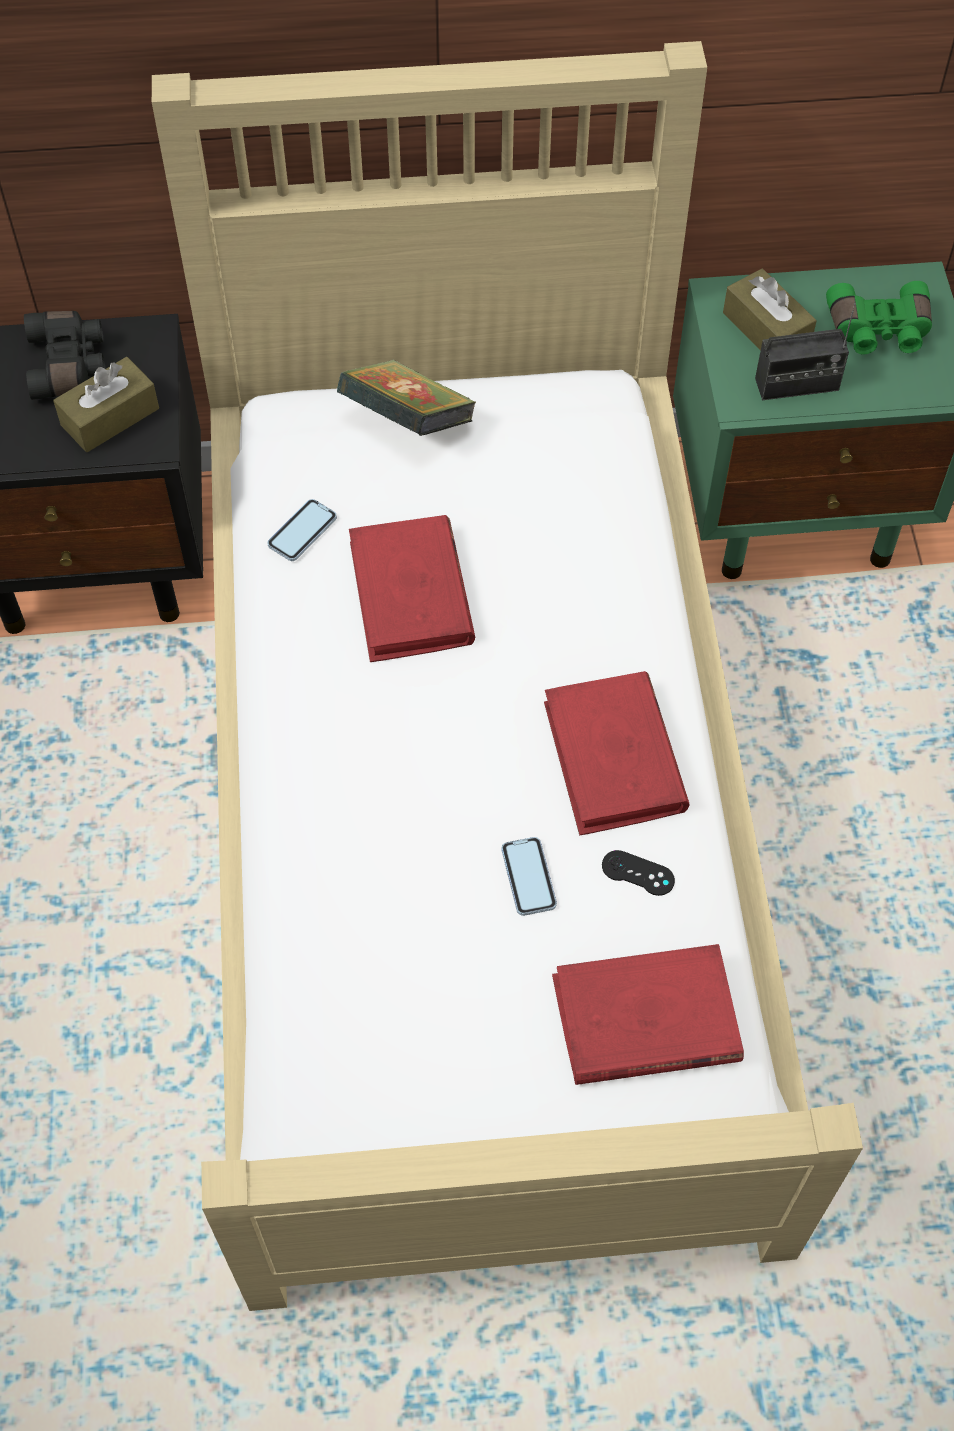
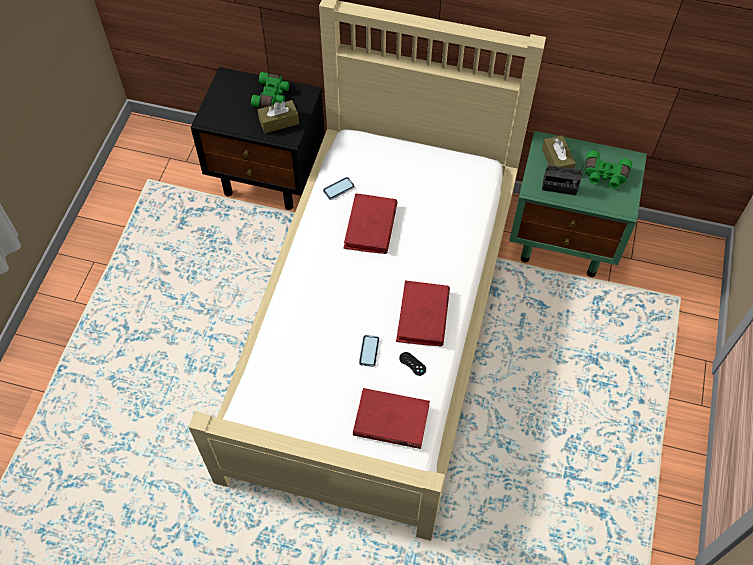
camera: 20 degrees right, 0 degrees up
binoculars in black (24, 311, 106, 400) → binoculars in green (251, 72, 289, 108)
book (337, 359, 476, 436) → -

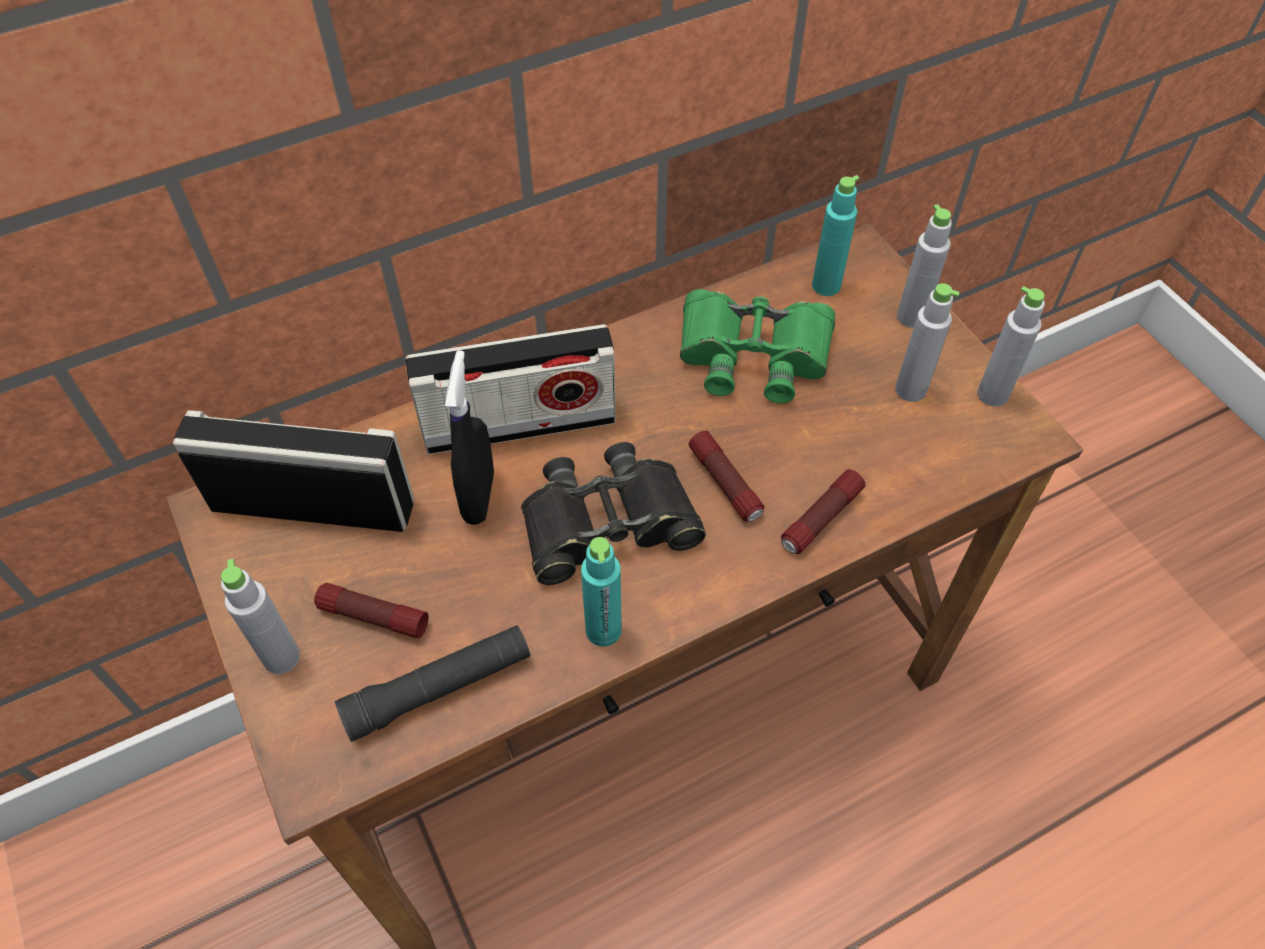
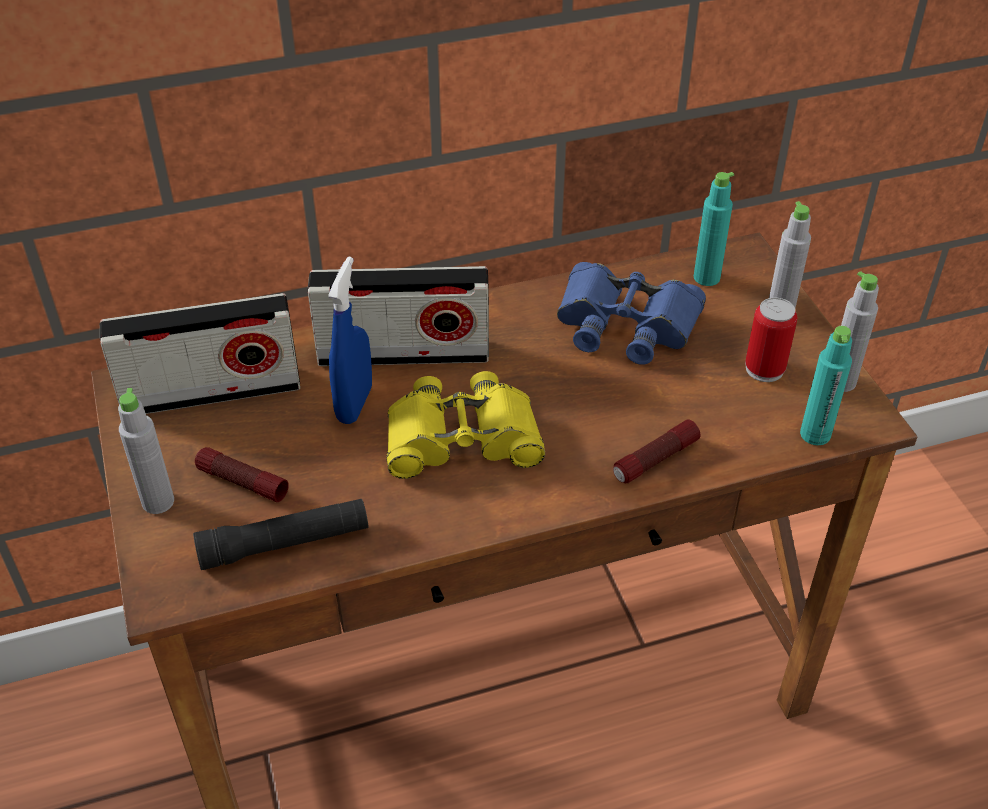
camera: 10 degrees right, 10 degrees down
radio (173, 410, 414, 532) → radio (100, 293, 300, 414), 150 degrees clockwise
spray bottle in black (445, 350, 494, 525) → spray bottle in blue (328, 257, 372, 424)
binoculars in black (521, 442, 706, 585) → binoculars in yellow (387, 371, 545, 479)
binoculars in green (680, 289, 835, 403) → binoculars in blue (557, 262, 706, 365)
bottle in grey (895, 283, 959, 402) → can (745, 297, 797, 382)
bottle in turquoise (581, 537, 622, 646) → bottle in turquoise (800, 326, 852, 445), move
flashlight (688, 431, 764, 522) → -

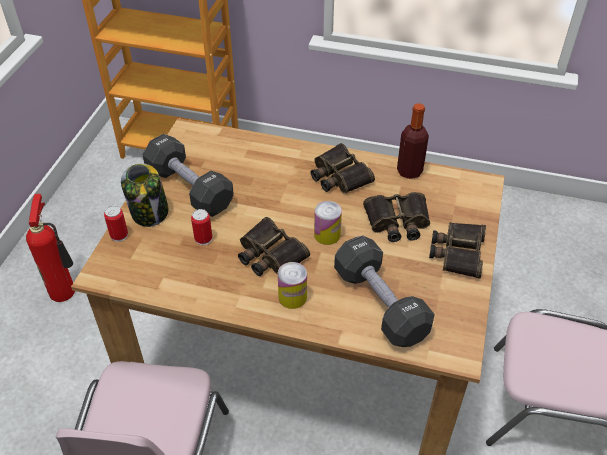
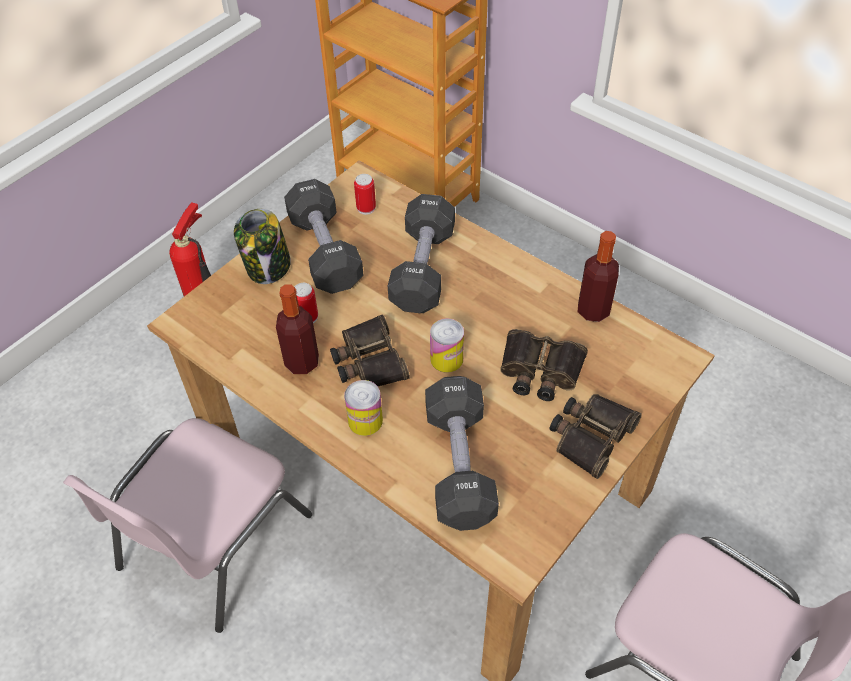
camera: 25 degrees right, 5 degrees up
- → bottle (276, 284, 319, 374)
can (104, 206, 128, 242) → can (354, 174, 376, 215), move
- → dumbbell in black (388, 194, 455, 313)
binoculars (311, 143, 375, 194) → -

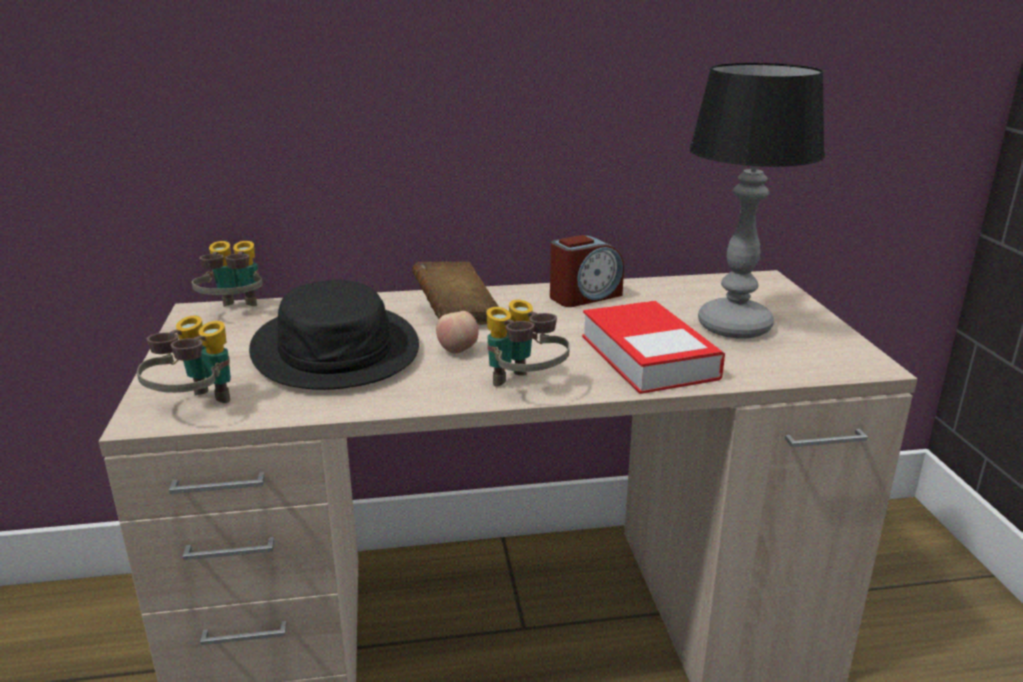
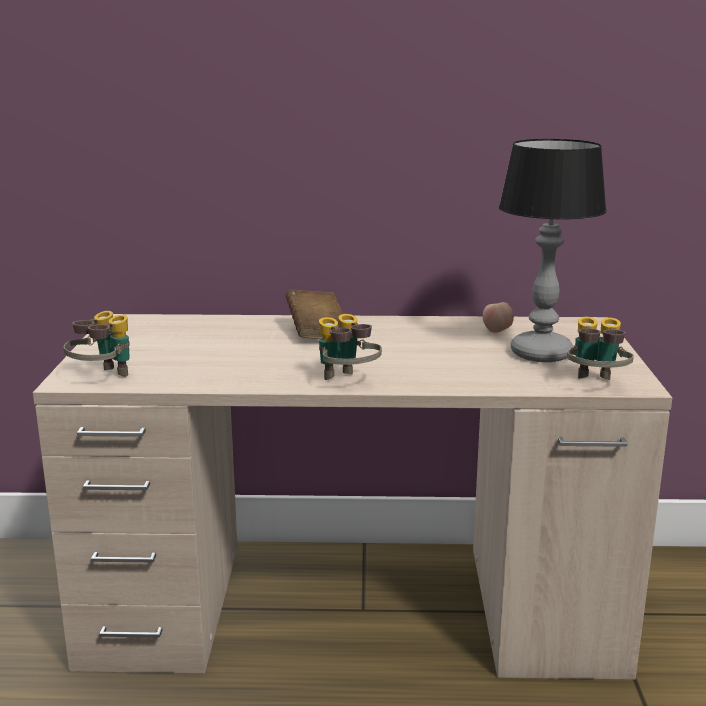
camera: 10 degrees right, 5 degrees down
apple (436, 311, 479, 354) → apple (483, 302, 514, 333), move
binoculars (192, 241, 262, 307) → binoculars (567, 317, 634, 380), move
hat in black (249, 280, 419, 390) → -
alarm clock (550, 235, 624, 307) → -
book (582, 301, 725, 394) → -

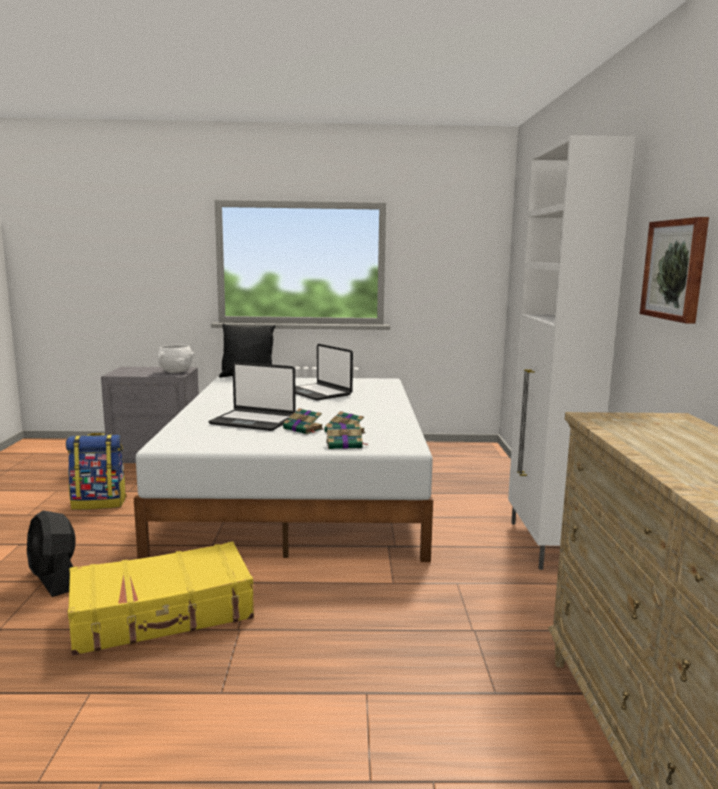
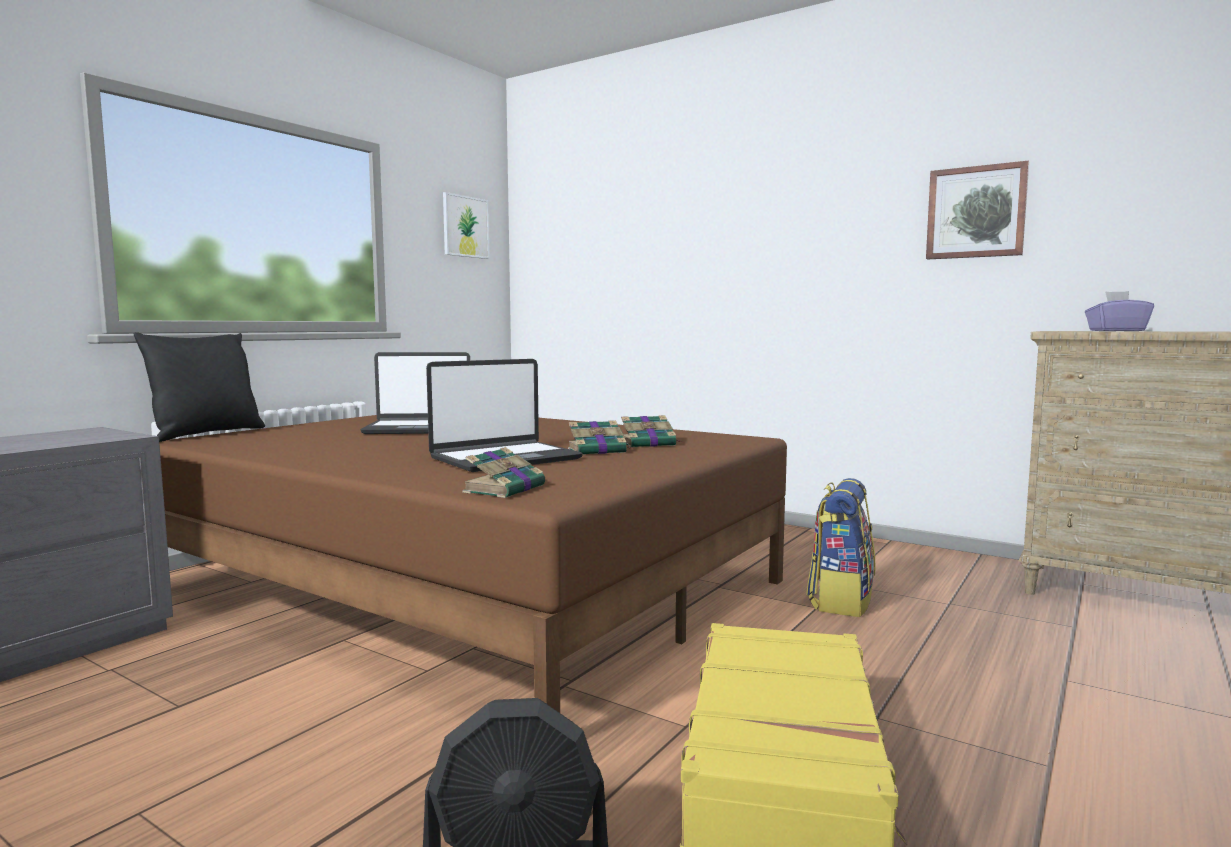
camera: 55 degrees left, 5 degrees down
bed in white (134, 377, 433, 562) → bed in brown (159, 415, 787, 713)
- → picture (443, 192, 490, 259)
book (326, 423, 367, 449) → book (462, 447, 545, 498), move
backpack (66, 433, 127, 510) → backpack (806, 478, 875, 617), move
- → tissue box in purple (1085, 291, 1154, 331)
bowl in white (157, 345, 195, 373) → -
cabinet in white (508, 135, 635, 570) → -

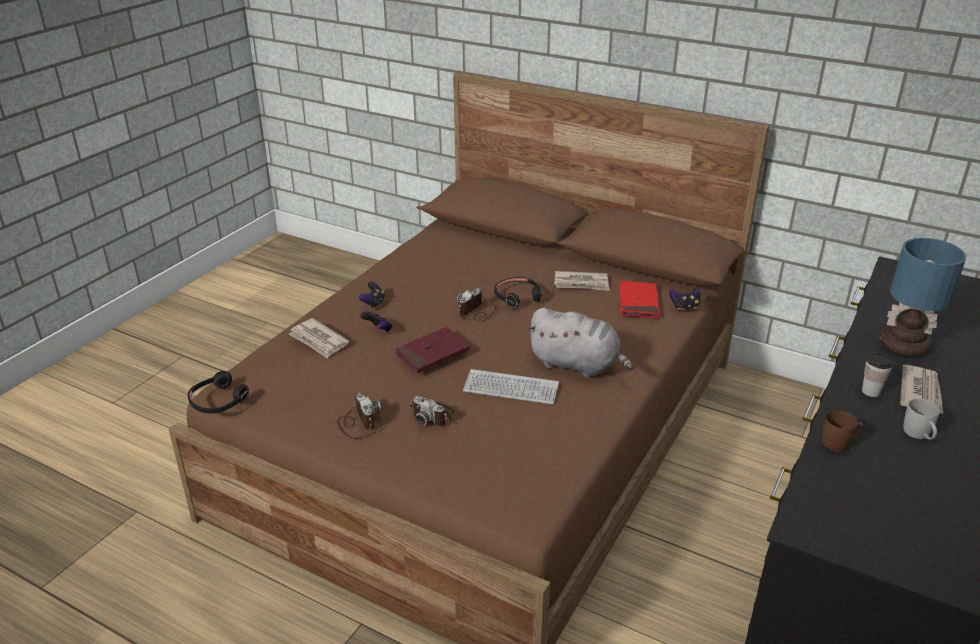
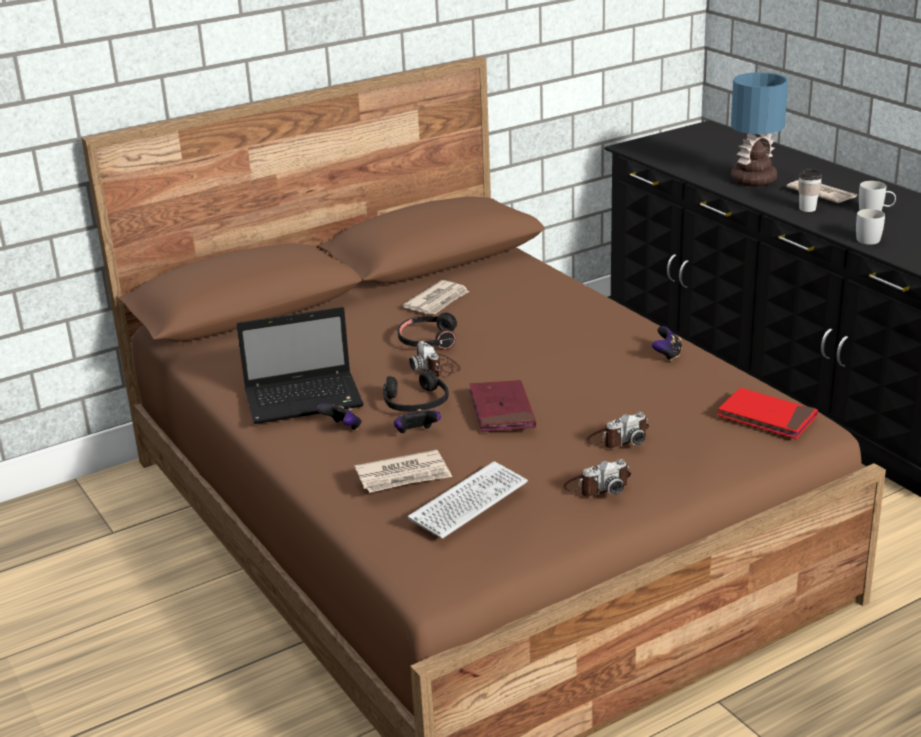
camera: 60 degrees left, 5 degrees down
- → laptop (236, 307, 364, 424)
headphones in black (188, 371, 249, 414) → headphones in black (383, 369, 449, 412), move
keyboard (463, 369, 559, 404) → keyboard (408, 461, 528, 538), move
photo camera (337, 393, 382, 439) → photo camera (563, 459, 631, 497), 150 degrees clockwise
game controller (669, 287, 701, 311) → game controller (652, 326, 682, 362), move
book in red (619, 281, 660, 318) → book in red (717, 388, 818, 439), move
mug in brown (822, 410, 865, 452) → mug in white (856, 209, 885, 245)
plush toy in grey (527, 308, 633, 378) → -

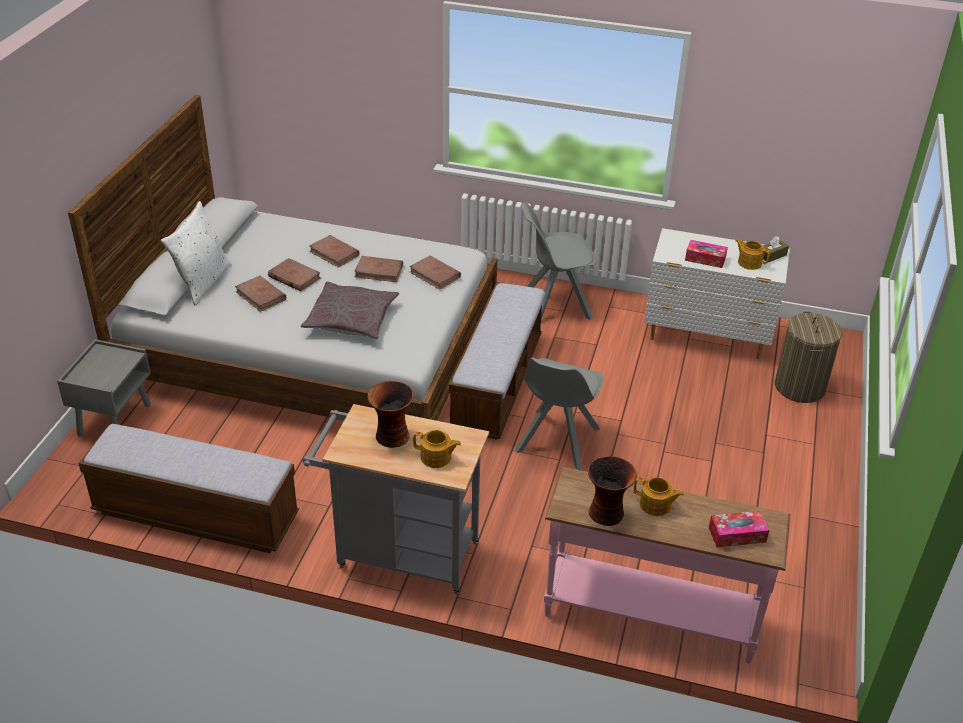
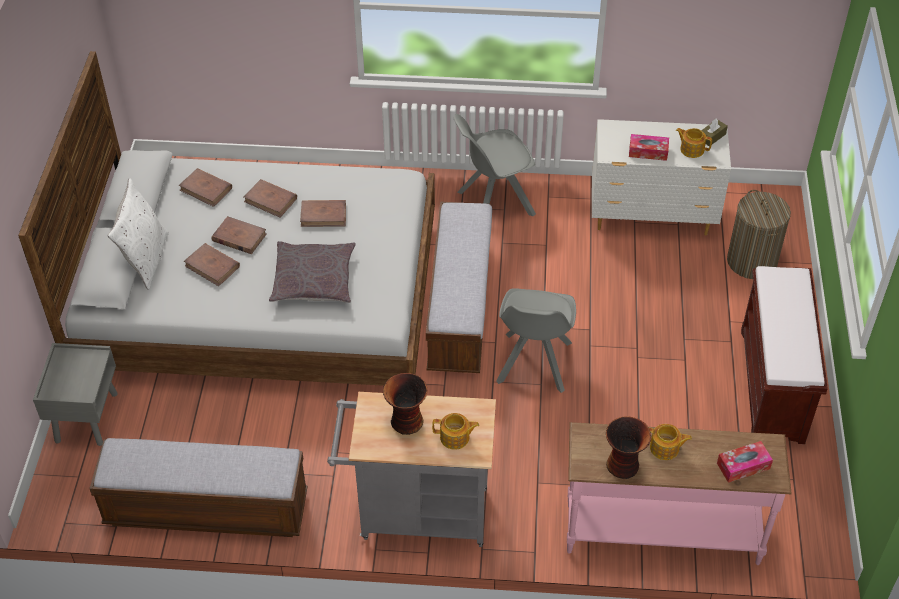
camera: 10 degrees left, 10 degrees up
book in brown (409, 255, 461, 290) → book in brown (179, 168, 232, 207), move
- → bench in brown (741, 266, 828, 444)

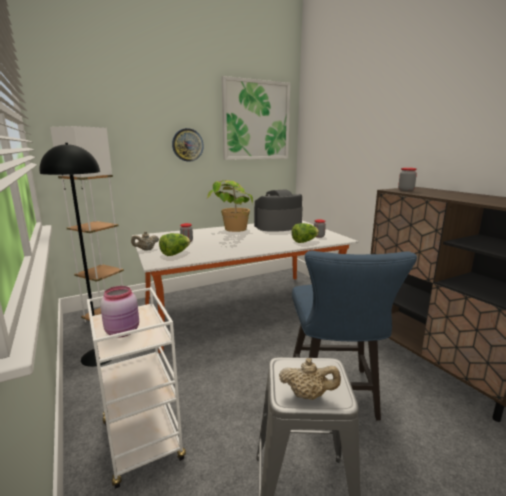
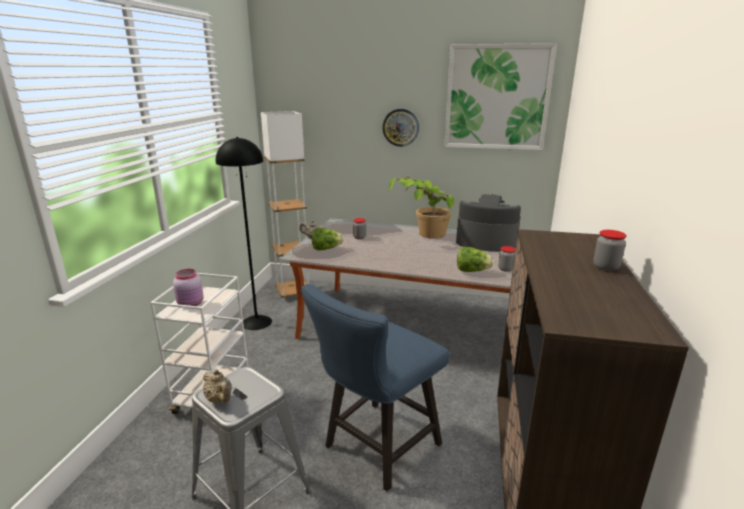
camera: 40 degrees right, 5 degrees up
jar (398, 168, 417, 191) → jar (593, 230, 627, 271), move

